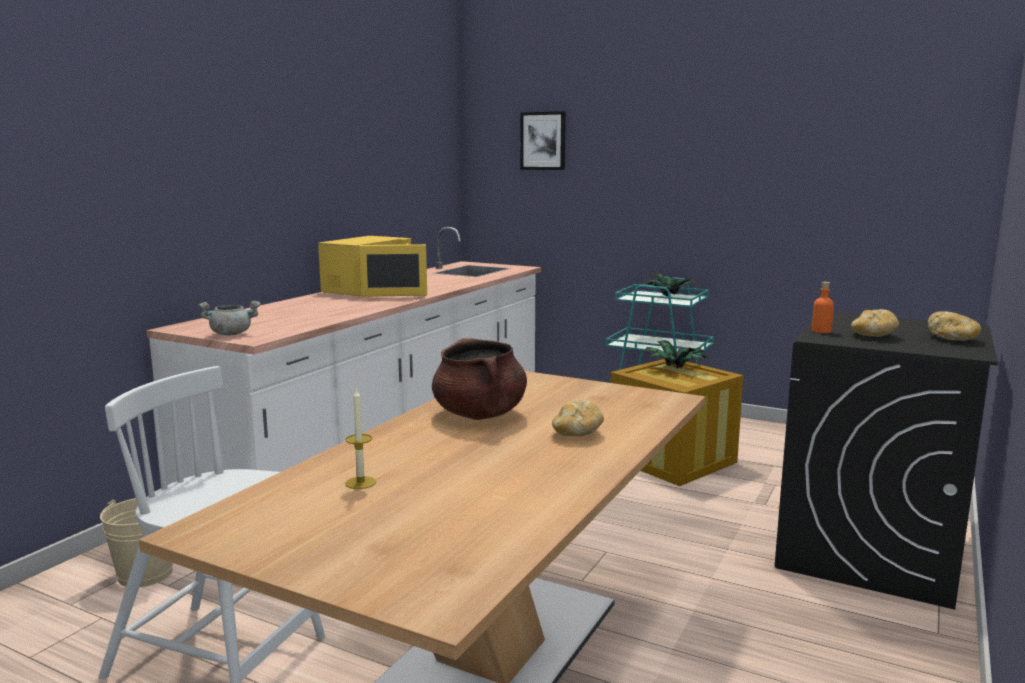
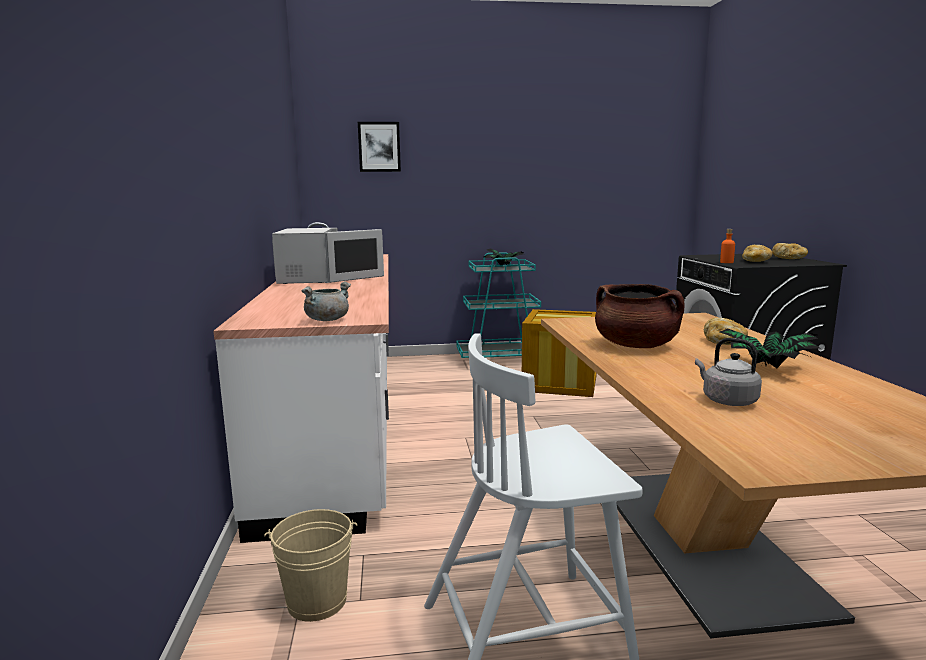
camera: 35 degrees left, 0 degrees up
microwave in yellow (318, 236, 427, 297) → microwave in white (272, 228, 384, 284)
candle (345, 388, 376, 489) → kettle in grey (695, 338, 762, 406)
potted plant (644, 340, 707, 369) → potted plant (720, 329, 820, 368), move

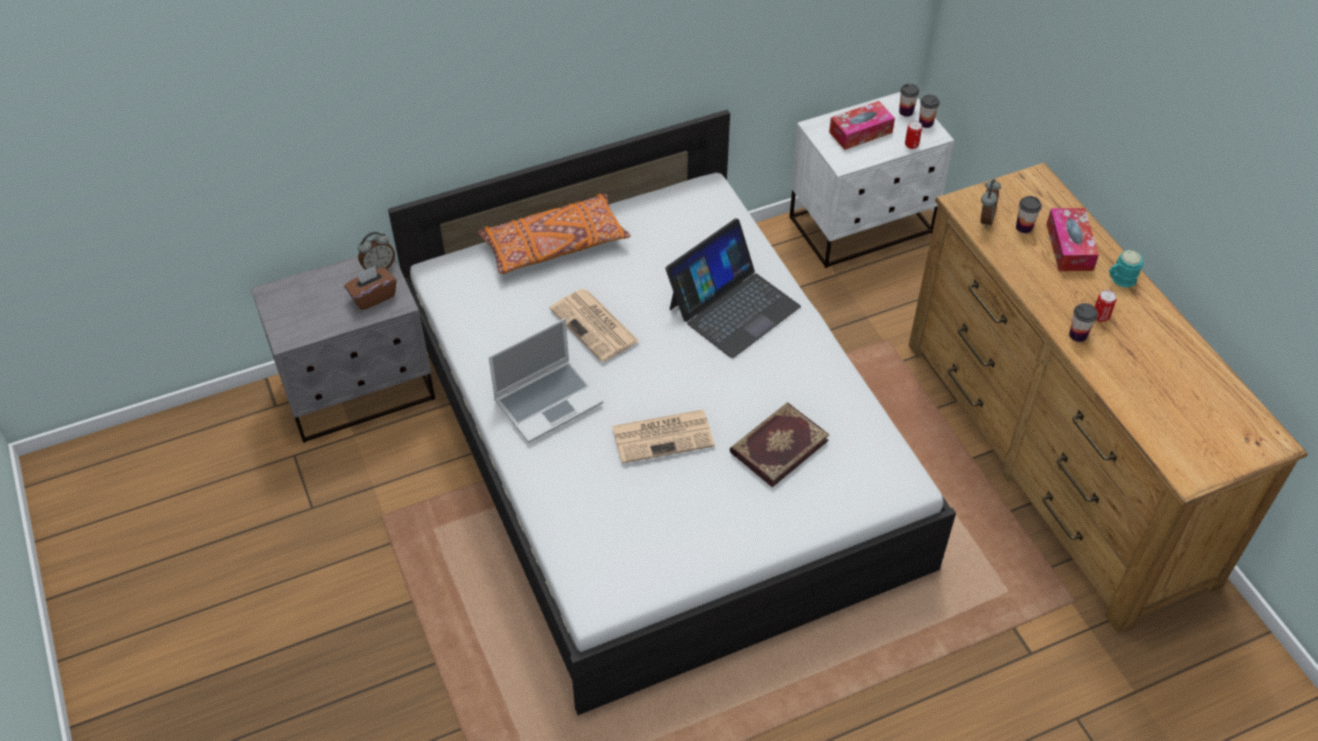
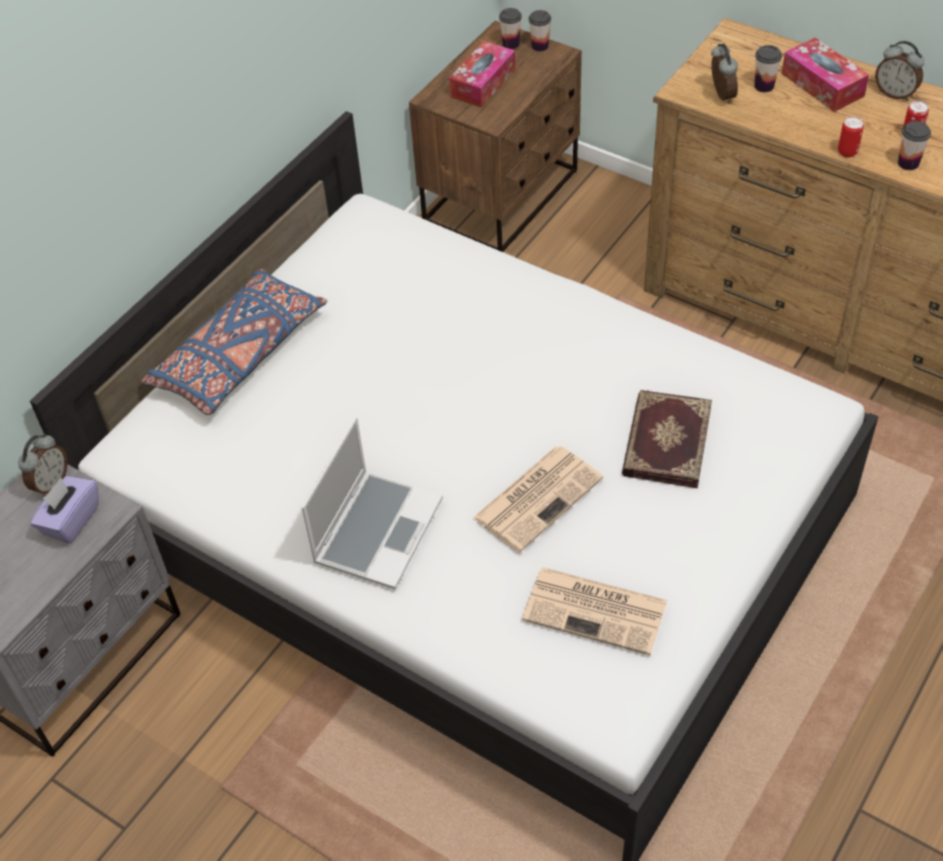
camera: 30 degrees left, 0 degrees up
tissue box in brown (344, 266, 397, 310) → tissue box in purple (30, 476, 99, 544)
pillow in orange (478, 193, 631, 274) → pillow in blue (142, 268, 327, 415)
nightstand in white (789, 92, 954, 268) → nightstand in brown (409, 21, 582, 252)
newspaper (549, 289, 639, 362) → newspaper (522, 567, 667, 655), move
can (905, 121, 922, 149) → can (838, 117, 864, 157), move
mug in turquoise (1109, 250, 1144, 288) → alarm clock (875, 41, 924, 100)
laptop (666, 218, 801, 358) → -

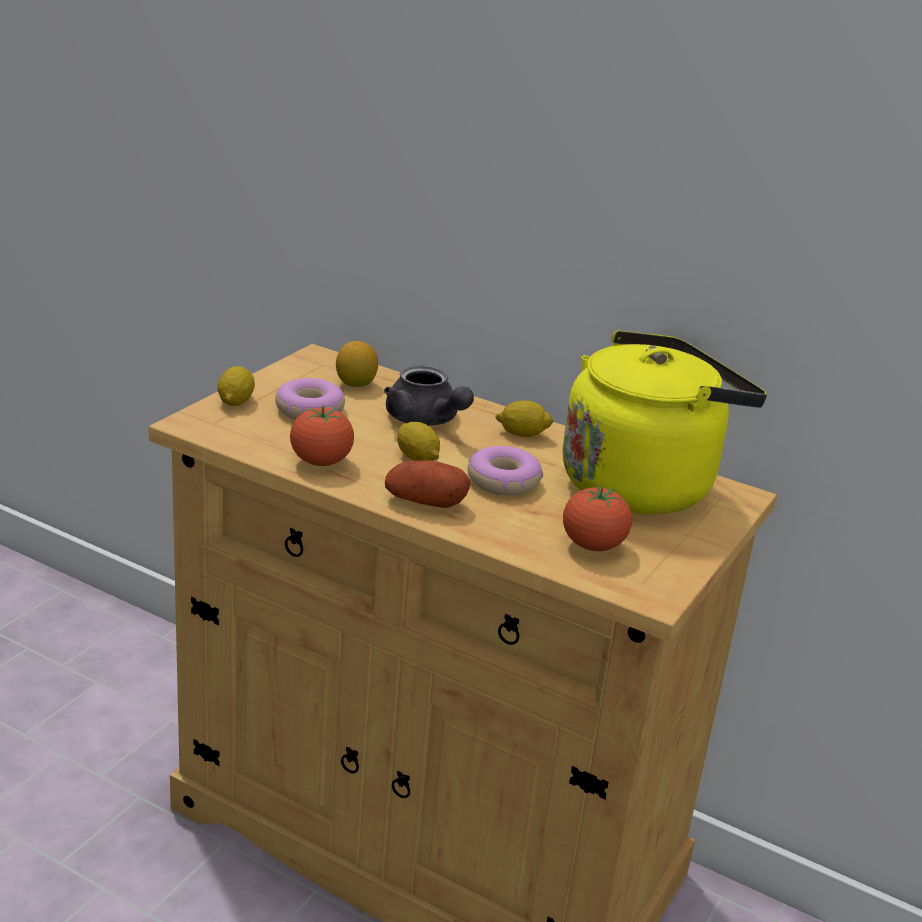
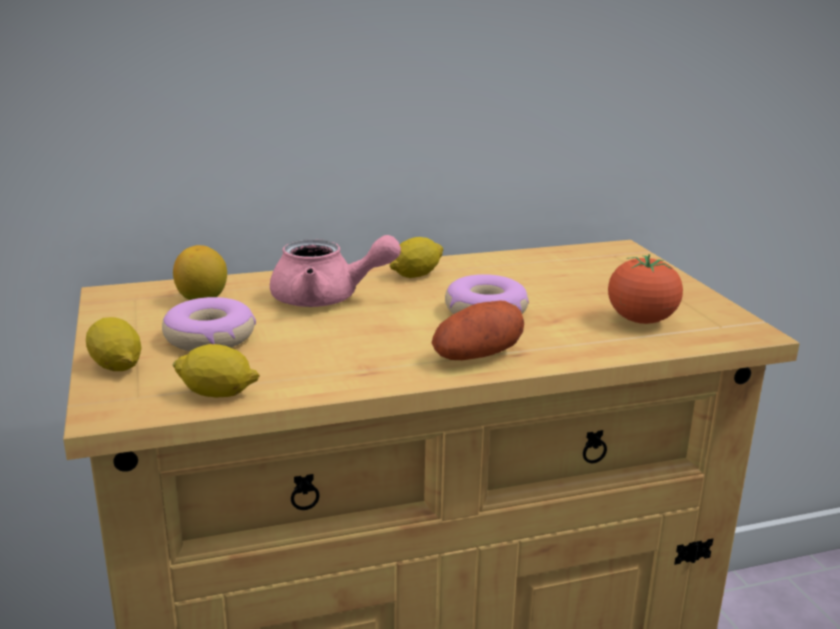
camera: 45 degrees left, 5 degrees down
lemon (397, 422, 440, 461) → lemon (173, 344, 260, 398), move
teapot in grey (384, 365, 474, 426) → teapot in pink (270, 235, 401, 307)
tomato (290, 405, 354, 466) → -
kettle in yellow (562, 330, 767, 514) → -

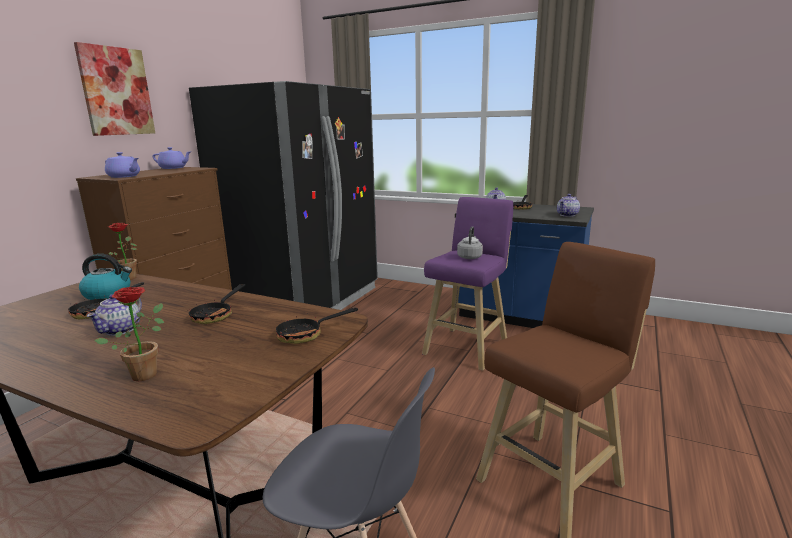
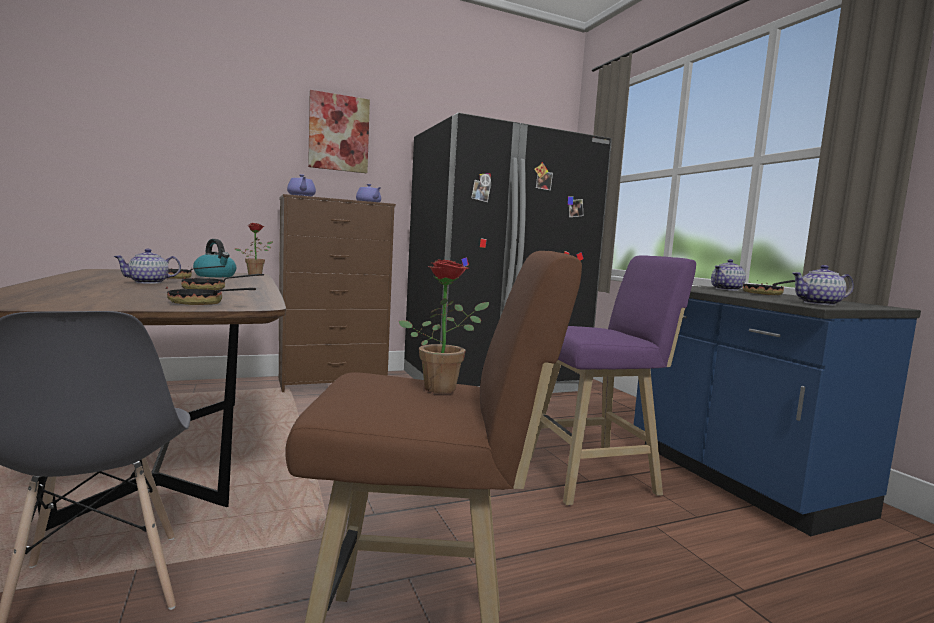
camera: 40 degrees right, 10 degrees down
potted plant (94, 287, 164, 381) → potted plant (399, 259, 489, 393), move
kettle in grey (457, 226, 483, 259) → -

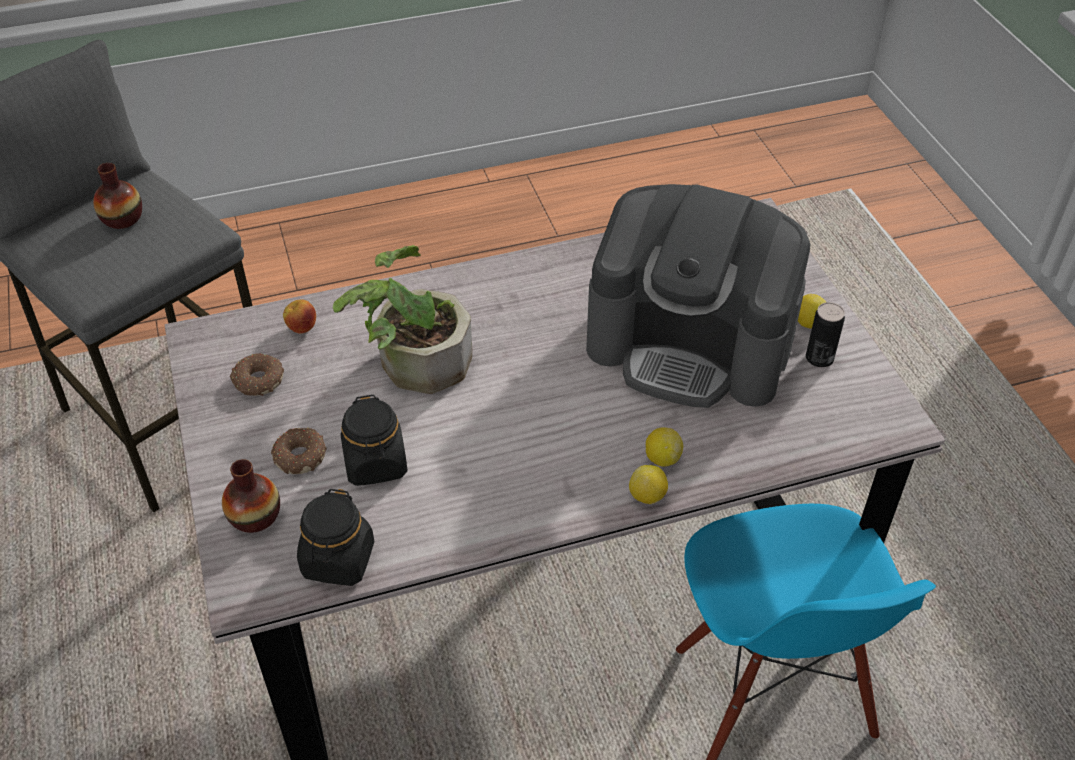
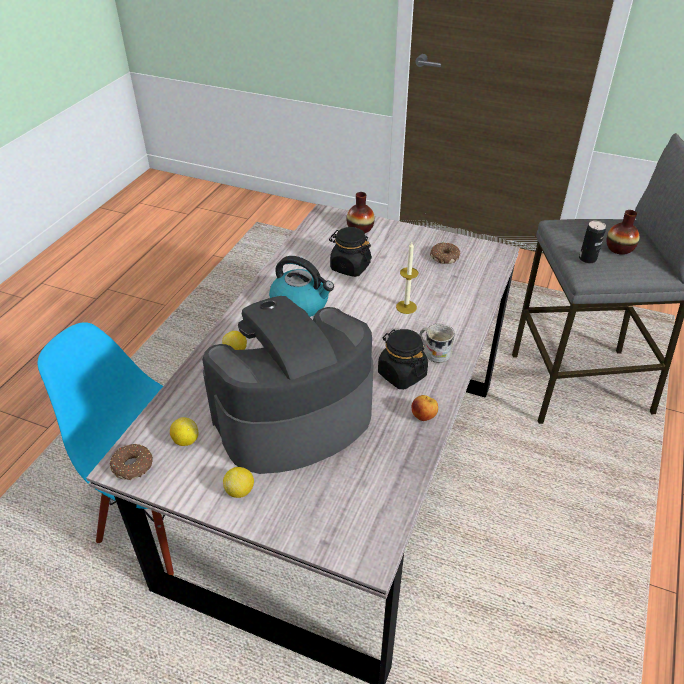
camera: 130 degrees right, 5 degrees down
donut (271, 428, 327, 474) → donut (110, 444, 153, 480), move
lemon (629, 465, 668, 504) → lemon (170, 417, 199, 446), move
- → kettle (269, 256, 334, 317)
jar in black (297, 489, 374, 586) → jar in black (378, 329, 428, 389), move
potted plant (333, 245, 472, 394) → candle (396, 242, 418, 314)
apple (283, 299, 316, 334) → apple (411, 395, 438, 421), move
- → mug in white (419, 324, 455, 363)
can (806, 302, 845, 367) → can (579, 221, 606, 264), move

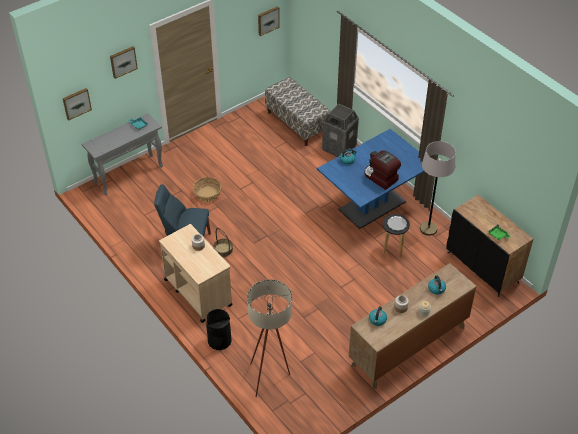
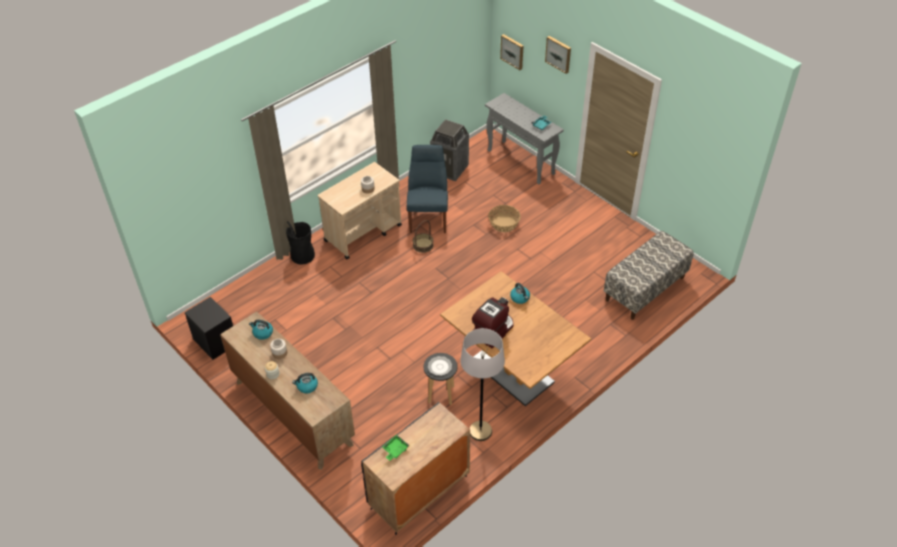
camera: 85 degrees right, 0 degrees up
- → nightstand in black (185, 297, 233, 360)
trash can (322, 104, 359, 157) → trash can (430, 119, 469, 181), move
dining table in blue (317, 129, 425, 229) → dining table in brown (440, 271, 591, 406)
floor lamp in beige (247, 279, 292, 397) → -
picture (258, 6, 280, 36) → -

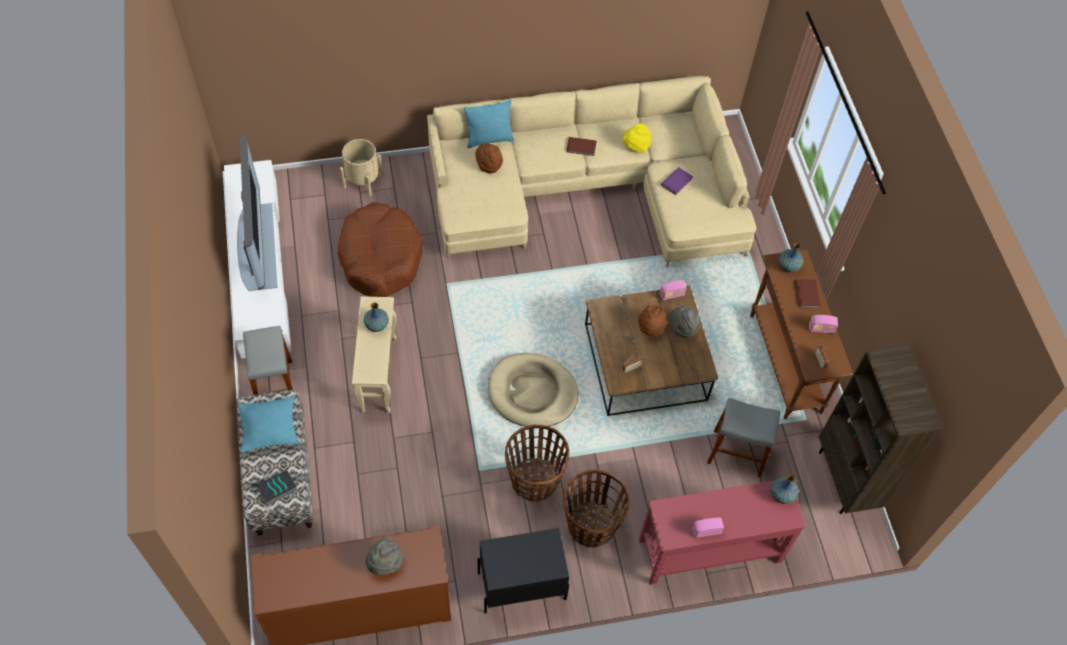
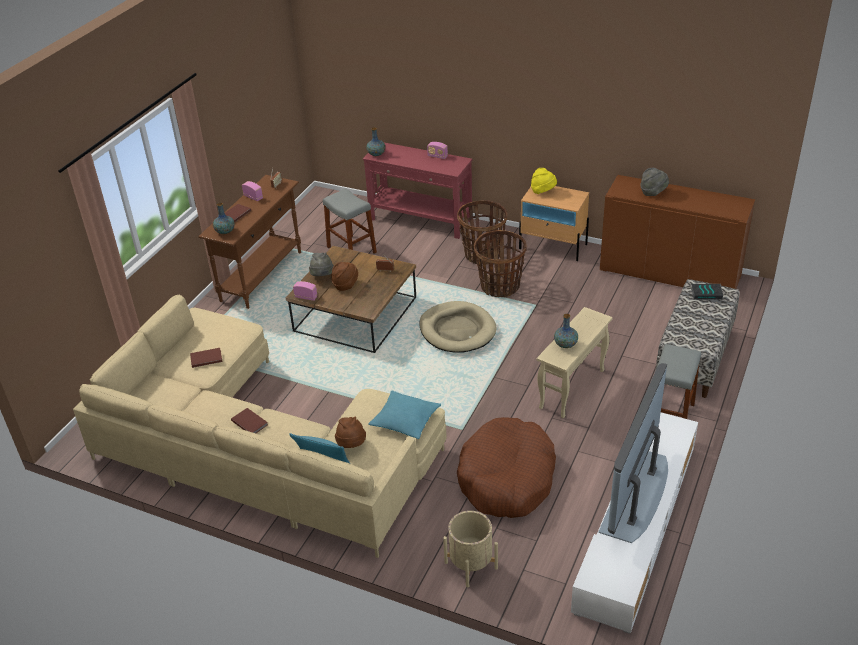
camera: 140 degrees left, 20 degrees down
book in purple (661, 167, 693, 195) → book in brown (190, 348, 222, 368)
pillow in turquoise (238, 396, 299, 453) → pillow in turquoise (368, 390, 441, 439), move
nightstand in black (477, 528, 569, 614) → nightstand in beige (519, 186, 589, 261)
hat in yellow (623, 123, 651, 153) → hat in yellow (531, 168, 557, 194), move
bookcase in brown (819, 345, 942, 514) → -

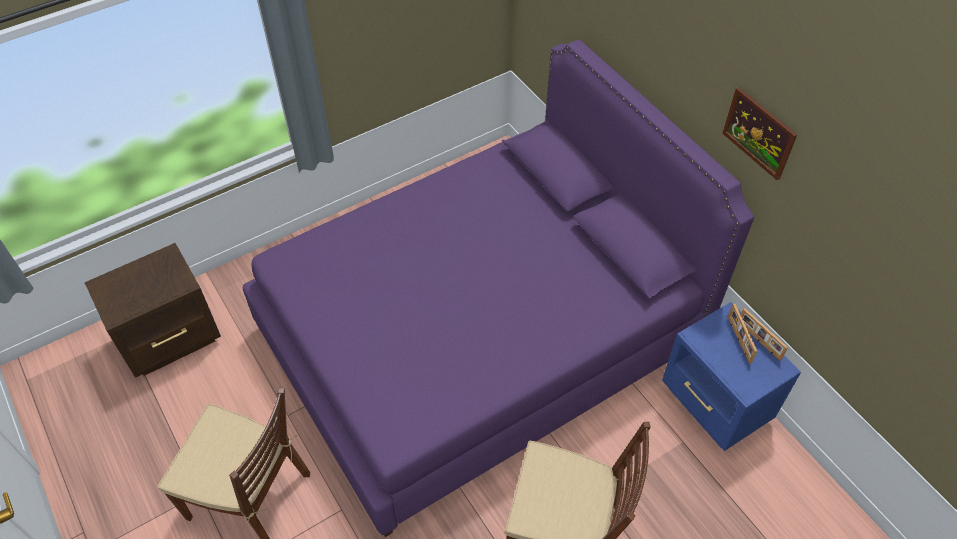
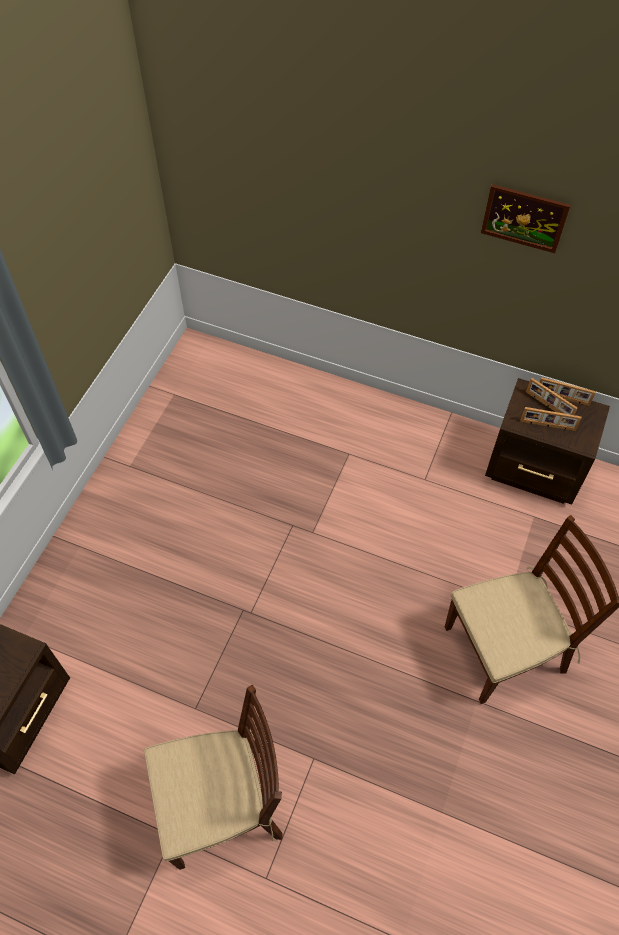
camera: 35 degrees left, 5 degrees up
nightstand in blue (662, 302, 801, 451) → nightstand in brown (485, 378, 610, 505)
- → picture frame (520, 407, 582, 431)
bed in purple (243, 40, 754, 537) → -

